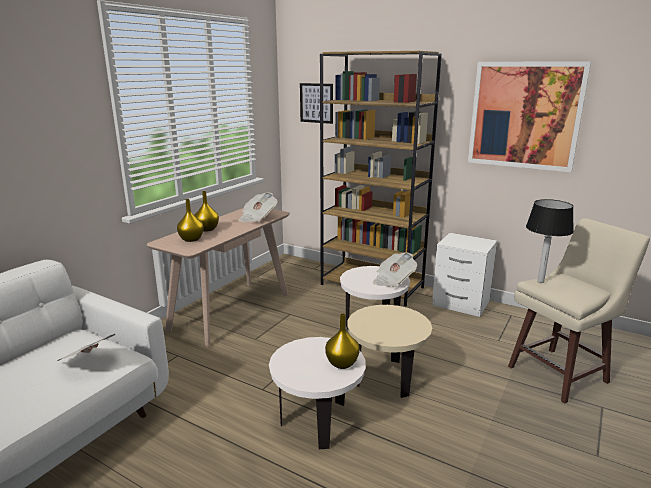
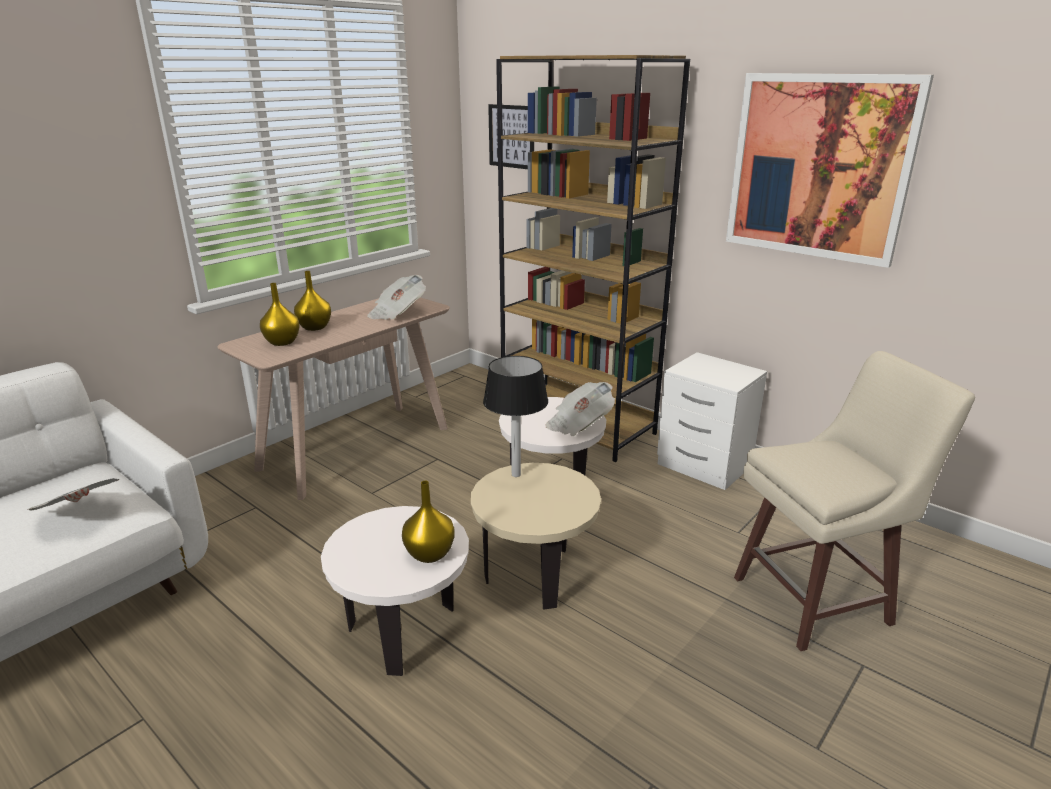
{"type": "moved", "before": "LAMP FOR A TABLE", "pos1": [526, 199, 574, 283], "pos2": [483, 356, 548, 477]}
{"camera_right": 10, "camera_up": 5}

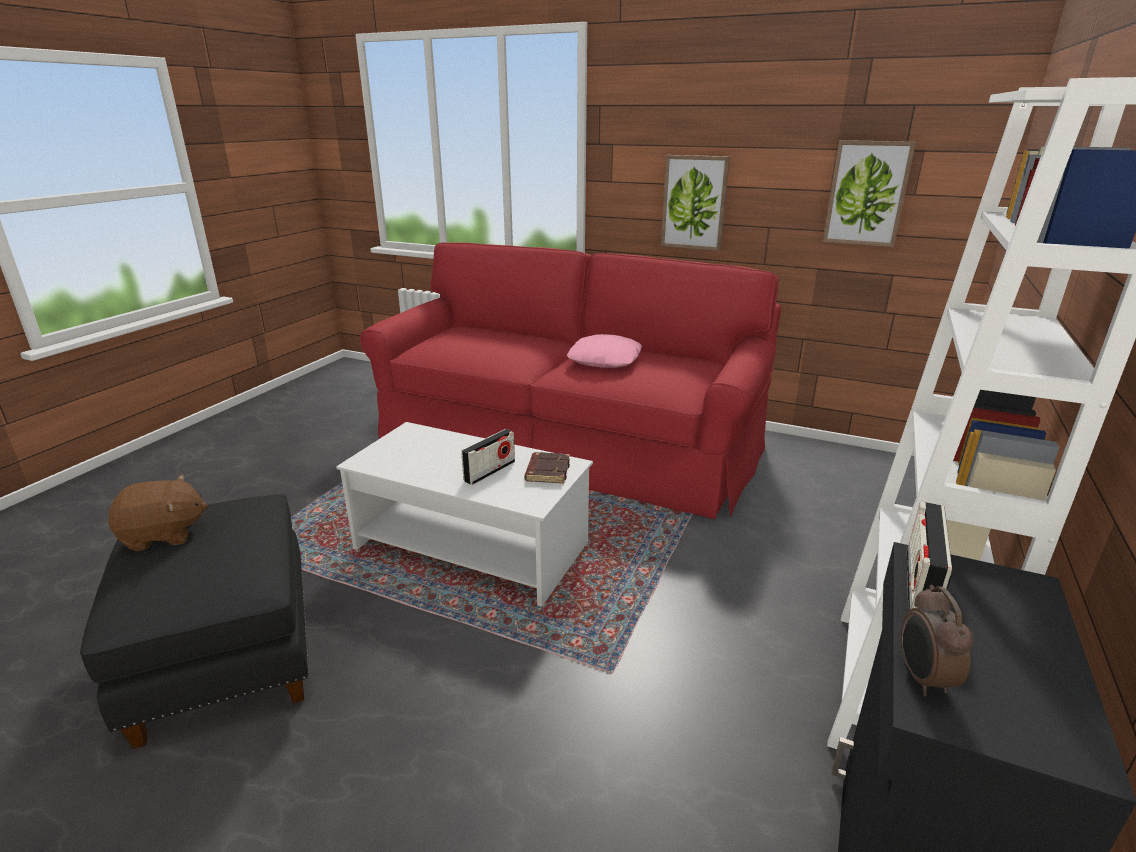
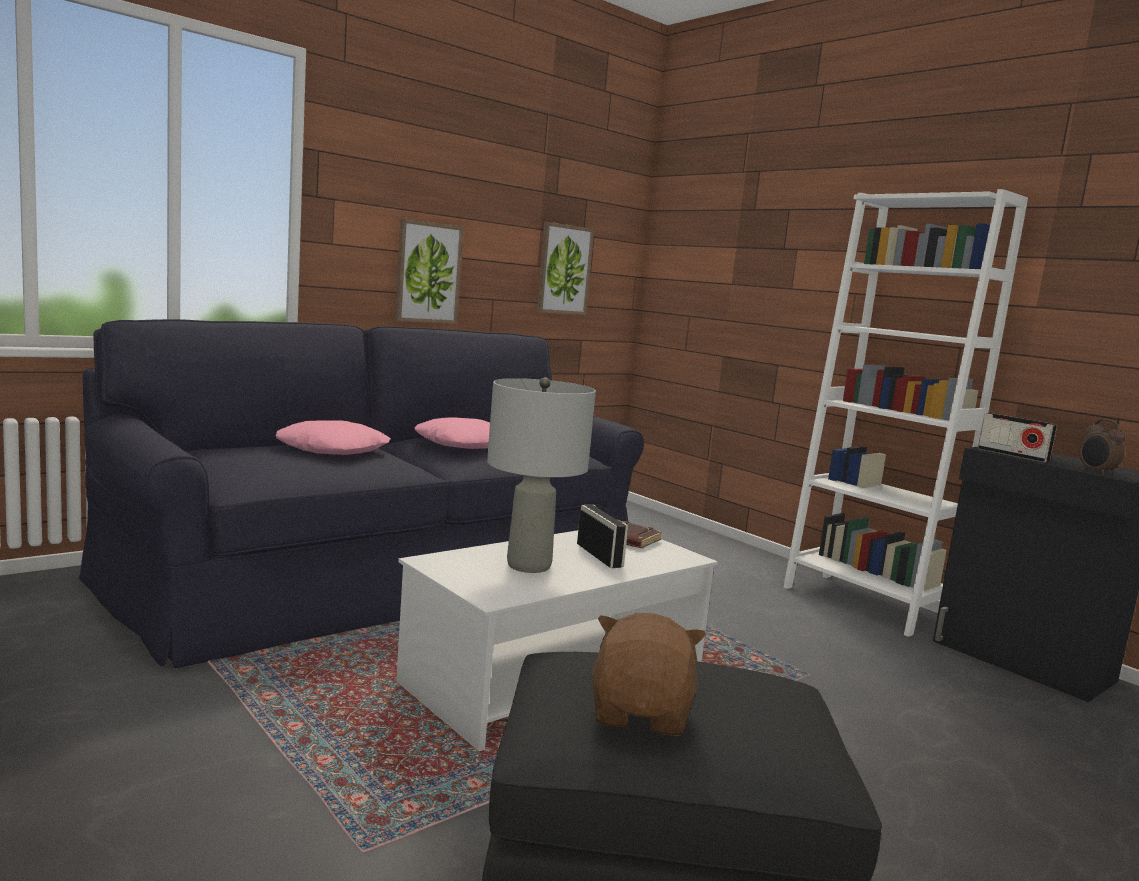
{"type": "added", "after": "PINKISH CUSHION", "pos2": [275, 421, 391, 455]}
{"type": "added", "after": "GRAY LAMP FOR A TABLE", "pos2": [487, 377, 596, 573]}
{"type": "recoloured", "before": "RED-COLOURED COUCH", "after": "BLACK COUCH", "pos1": [360, 242, 781, 519], "pos2": [79, 319, 644, 668]}
{"type": "turned", "before": "TABLE CLOCK", "pos1": [901, 585, 973, 696], "pos2": [1079, 419, 1125, 475], "turn": 45}
{"camera_right": -65, "camera_up": -15}

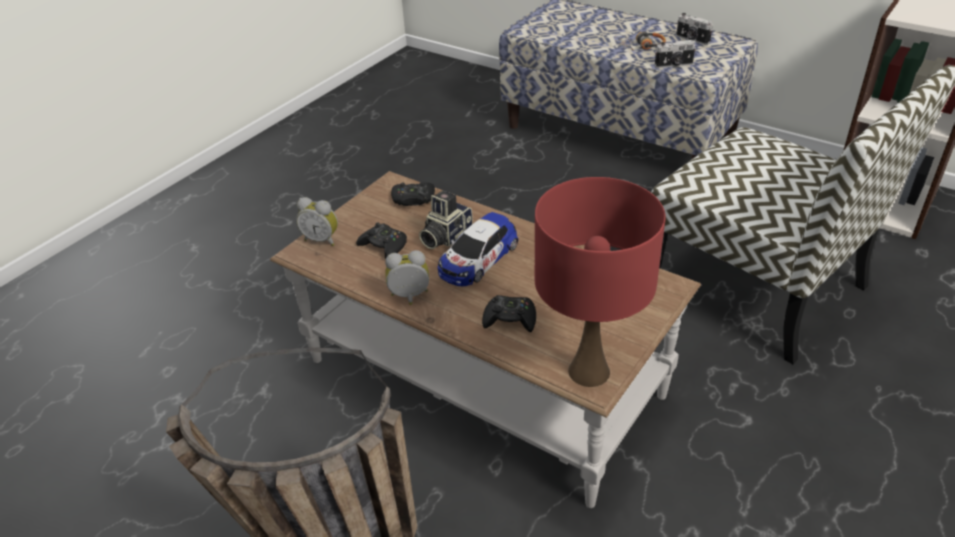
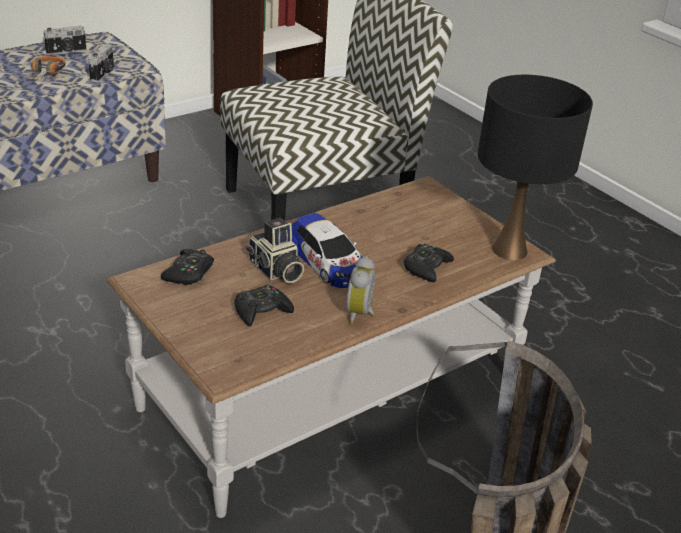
{"type": "removed", "before": "TABLE CLOCK", "pos1": [296, 197, 338, 246]}
{"type": "recoloured", "before": "RED-COLOURED LAMP FOR A TABLE", "after": "BLACK LAMP FOR A TABLE", "pos1": [535, 177, 666, 387], "pos2": [478, 75, 593, 260]}
{"camera_right": -75, "camera_up": -5}

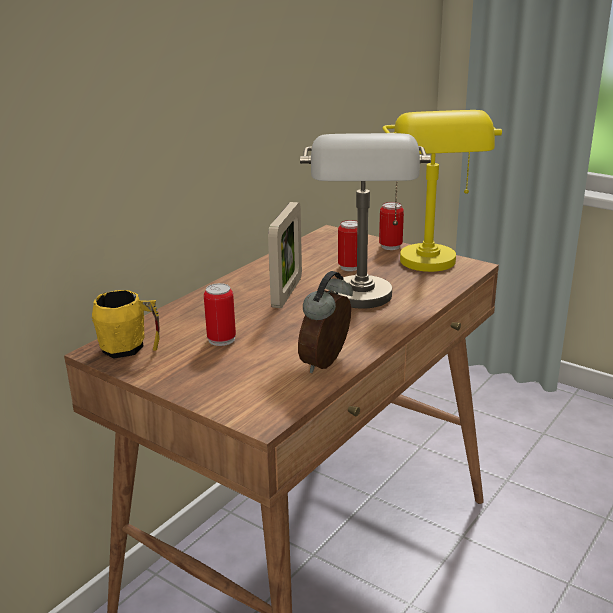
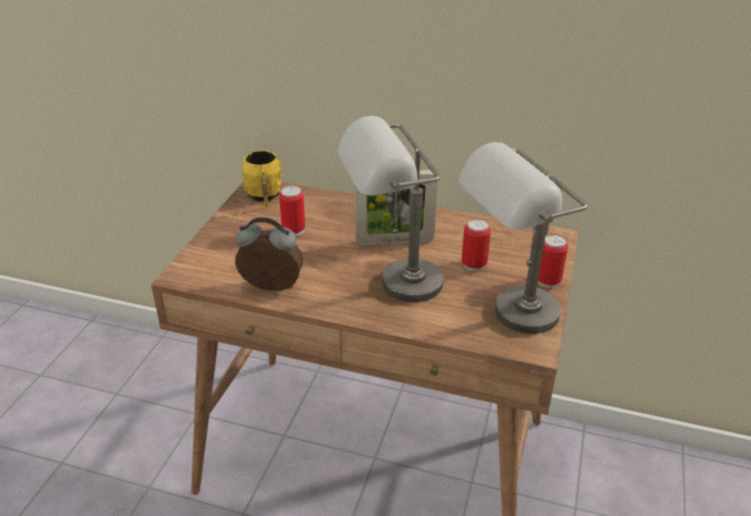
{"type": "recoloured", "before": "YELLOW-COLOURED LAMP FOR A TABLE", "after": "GRAY LAMP FOR A TABLE", "pos1": [382, 110, 502, 272], "pos2": [459, 142, 588, 334]}
{"camera_right": 70, "camera_up": 10}

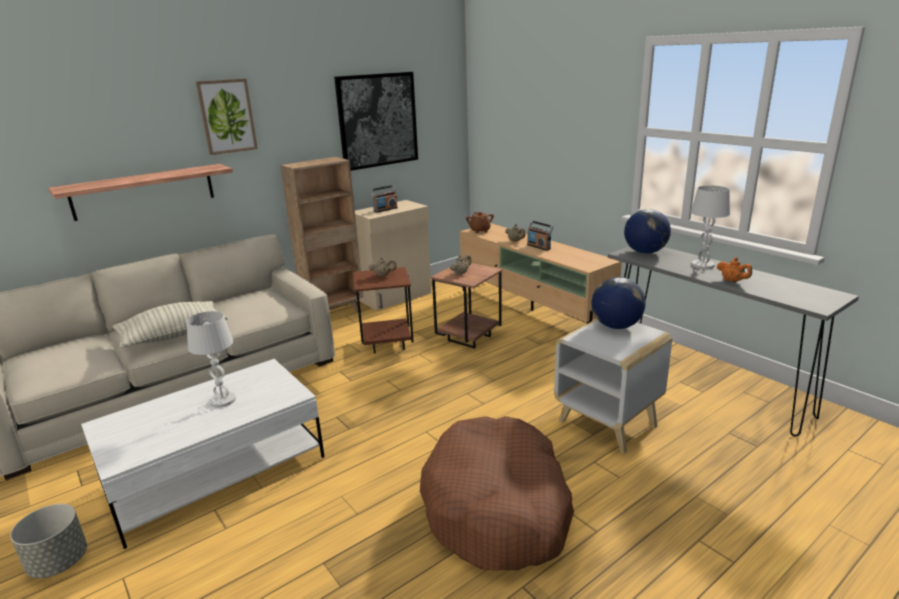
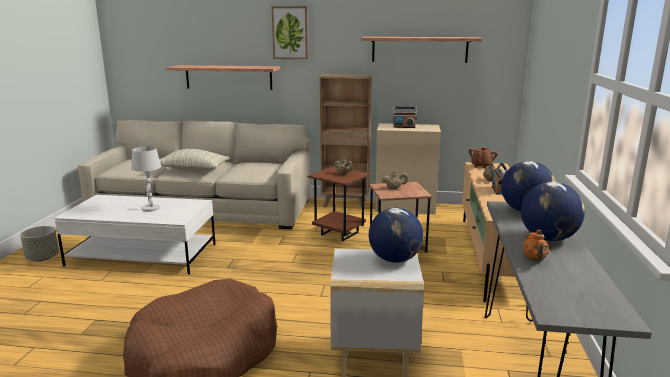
{"type": "replaced", "before": "PICTURE", "after": "WALL SHELF", "pos1": [334, 72, 418, 171], "pos2": [361, 37, 482, 63]}
{"type": "replaced", "before": "WHITE-COLOURED LAMP FOR A TABLE", "after": "WORLD GLOBE", "pos1": [691, 185, 730, 269], "pos2": [521, 182, 585, 241]}
{"camera_right": 45, "camera_up": -5}

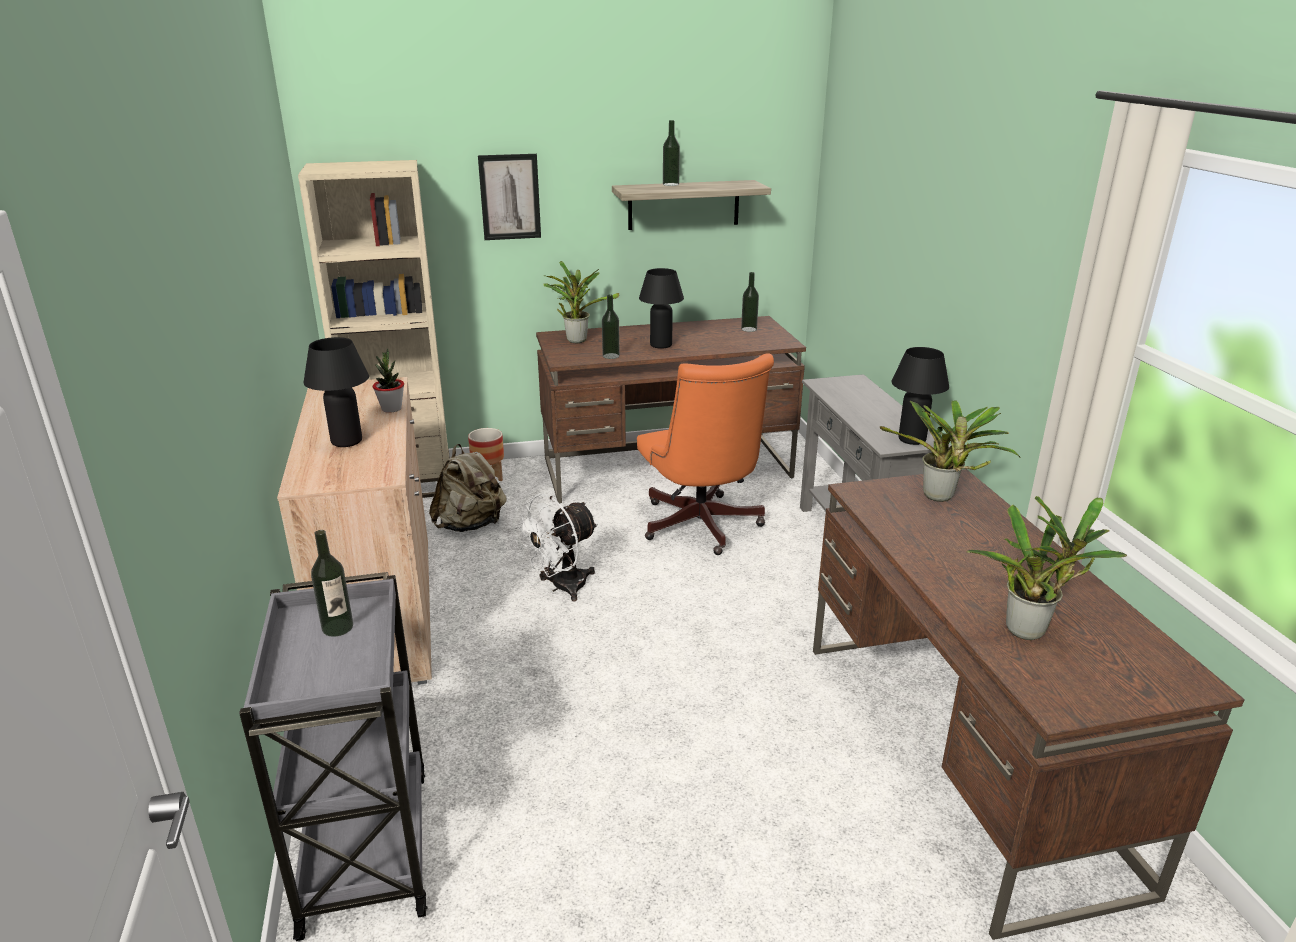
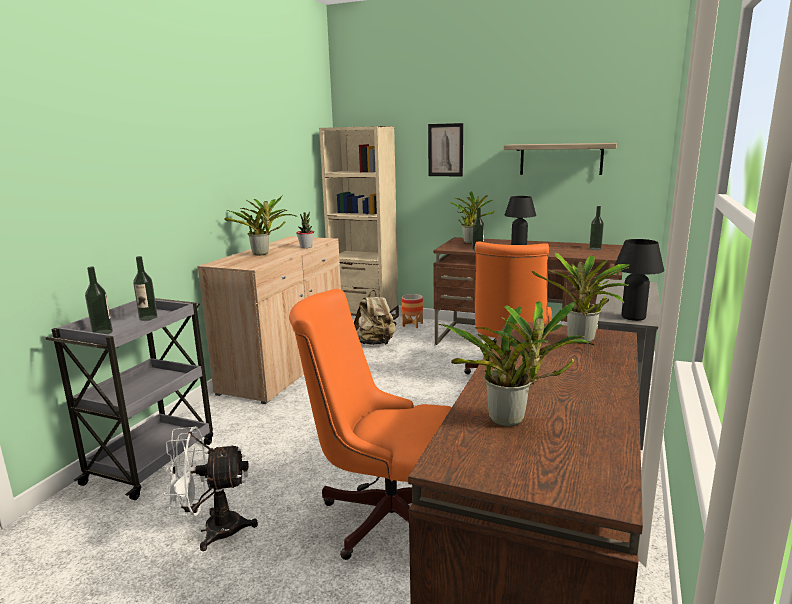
{"type": "added", "after": "ORANGEY DESK CHAIR", "pos2": [289, 289, 452, 560]}
{"type": "moved", "before": "WHITE-COLOURED COOLING FAN", "pos1": [513, 494, 598, 601], "pos2": [163, 426, 258, 551]}
{"type": "moved", "before": "BOTTLE", "pos1": [663, 120, 680, 186], "pos2": [85, 267, 113, 334]}
{"type": "replaced", "before": "BLACK LAMP FOR A TABLE", "after": "HOUSEPLANT", "pos1": [303, 337, 369, 447], "pos2": [224, 195, 297, 255]}
{"camera_right": 35, "camera_up": -10}

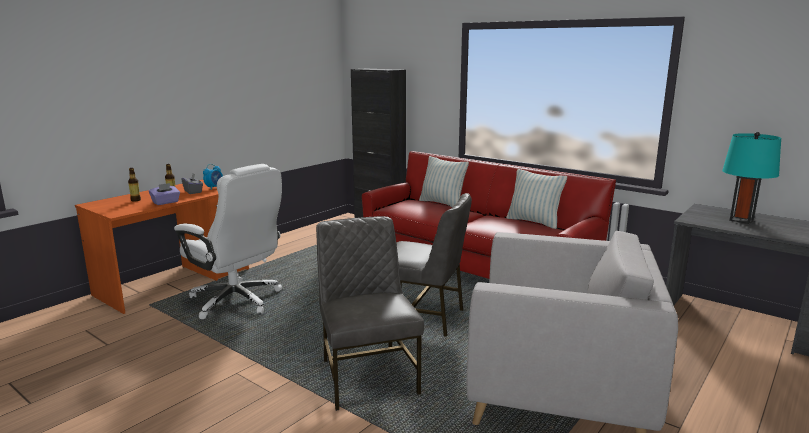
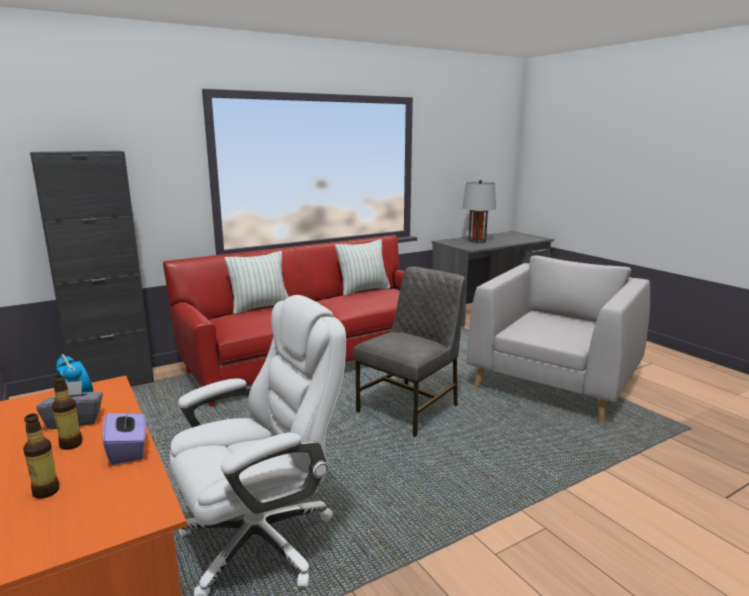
{"type": "removed", "before": "GRAY UPRIGHT CHAIR", "pos1": [316, 216, 424, 411]}
{"type": "recoloured", "before": "BLUE-GREEN LAMP FOR A TABLE", "after": "GRAY LAMP FOR A TABLE", "pos1": [722, 132, 781, 224], "pos2": [462, 180, 496, 243]}
{"camera_right": -70, "camera_up": 0}

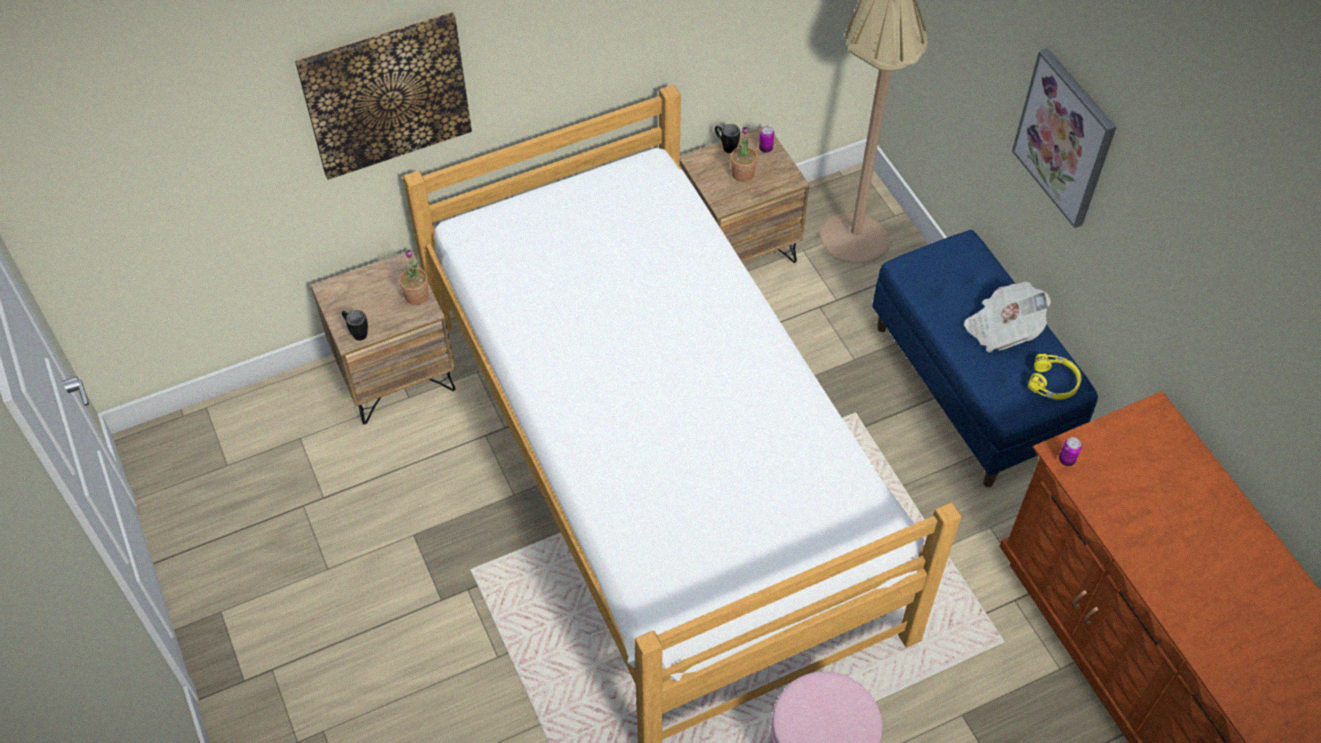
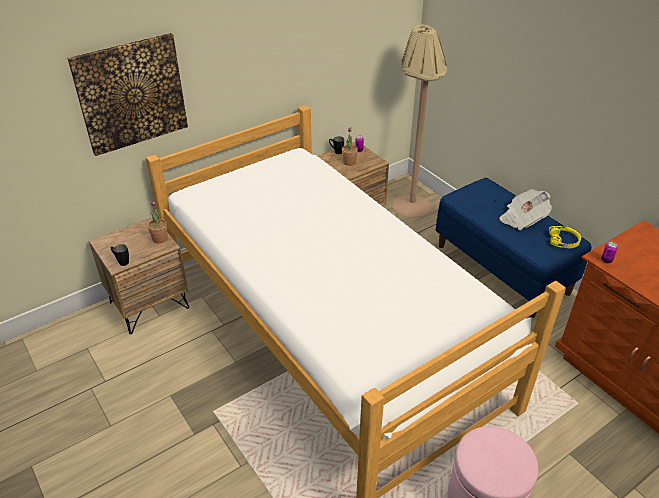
{"type": "removed", "before": "PICTURE", "pos1": [1012, 48, 1116, 228]}
{"camera_right": -10, "camera_up": -15}

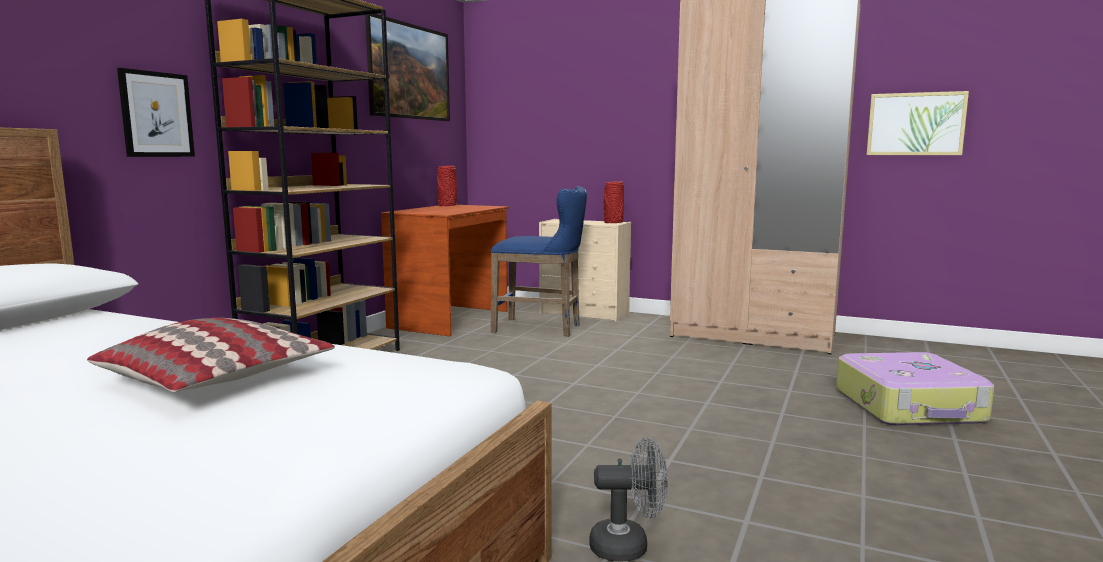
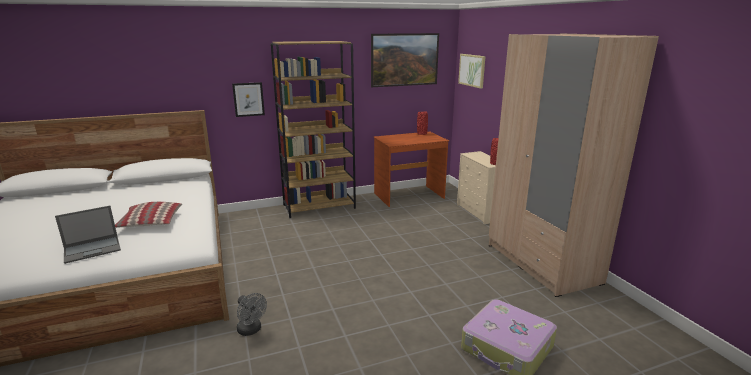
{"type": "removed", "before": "BLUE STOOL SEAT", "pos1": [491, 186, 587, 337]}
{"type": "added", "after": "PORTABLE COMPUTER", "pos2": [55, 206, 121, 264]}
{"type": "moved", "before": "PICTURE", "pos1": [867, 91, 969, 155], "pos2": [458, 54, 486, 89]}
{"camera_right": 45, "camera_up": 10}

